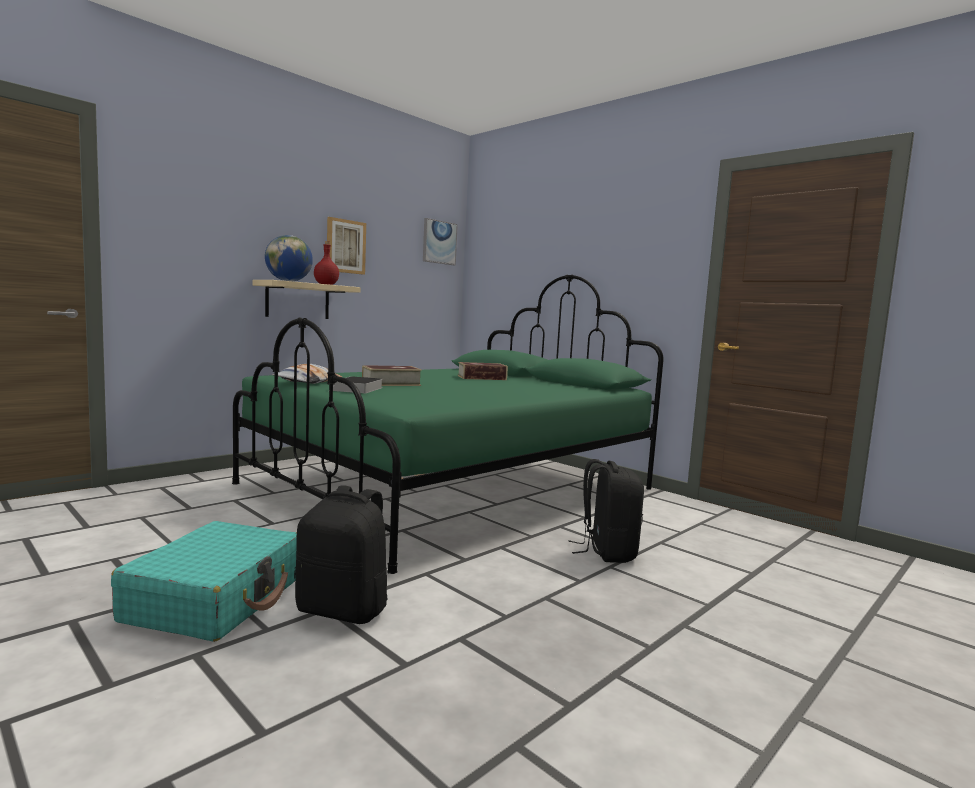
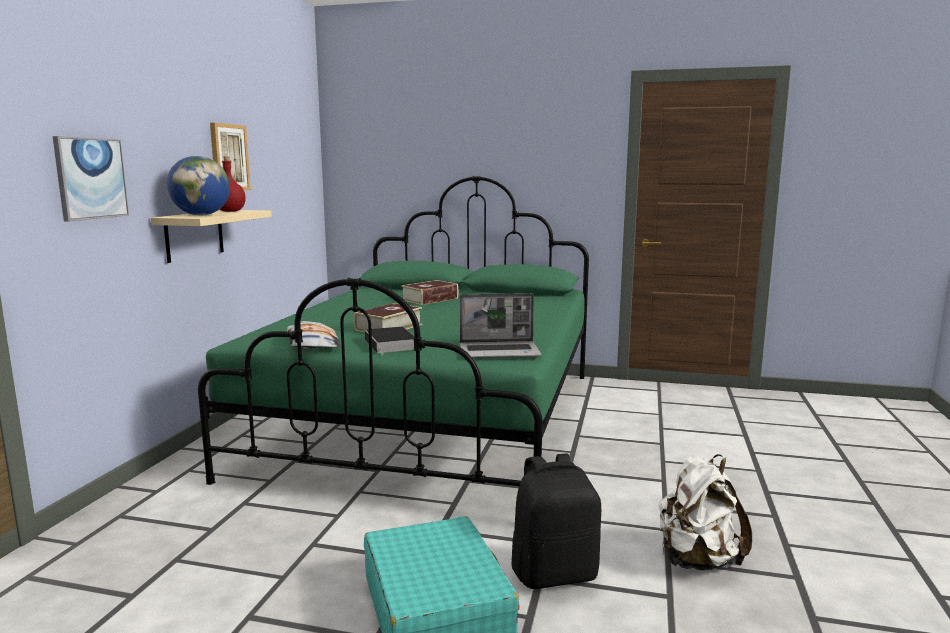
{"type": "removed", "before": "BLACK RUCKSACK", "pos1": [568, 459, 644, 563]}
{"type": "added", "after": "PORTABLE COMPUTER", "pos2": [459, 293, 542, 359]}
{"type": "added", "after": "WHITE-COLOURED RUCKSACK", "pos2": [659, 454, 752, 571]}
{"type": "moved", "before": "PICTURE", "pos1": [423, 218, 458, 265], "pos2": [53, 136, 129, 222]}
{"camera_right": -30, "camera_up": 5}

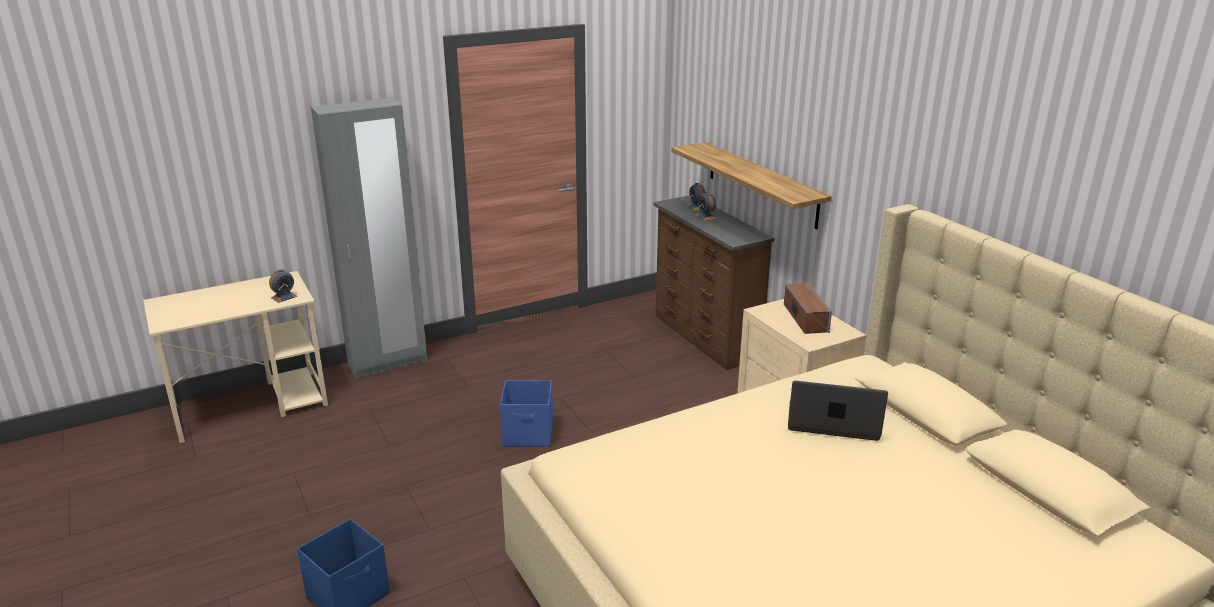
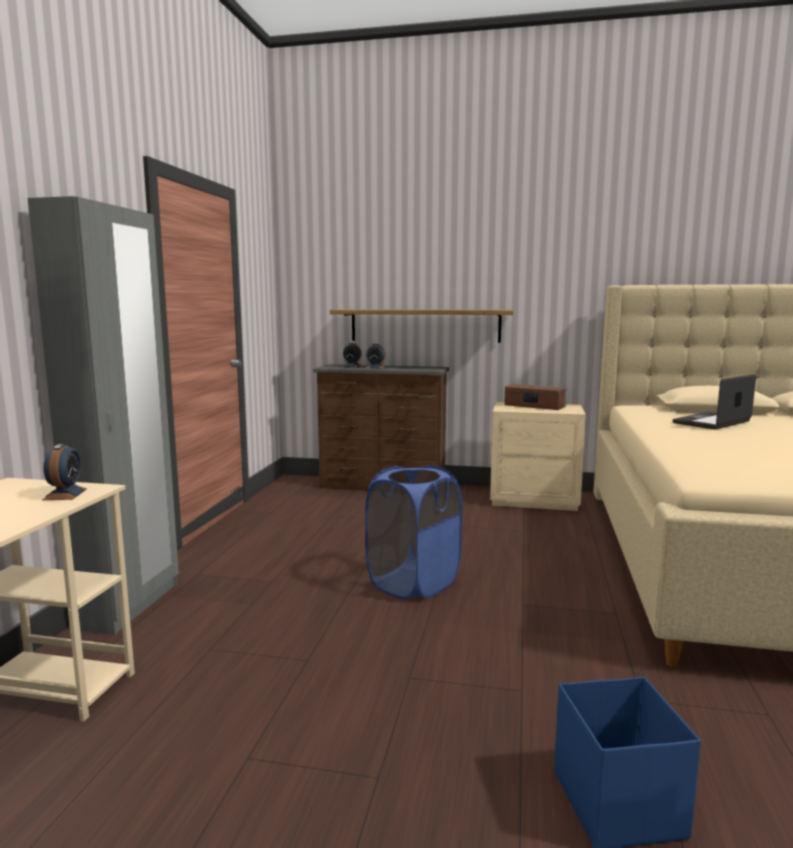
{"type": "replaced", "before": "BLUE STORAGE CONTAINER", "after": "BLUE HAMPER", "pos1": [500, 380, 553, 447], "pos2": [365, 465, 462, 599]}
{"camera_right": -50, "camera_up": -15}

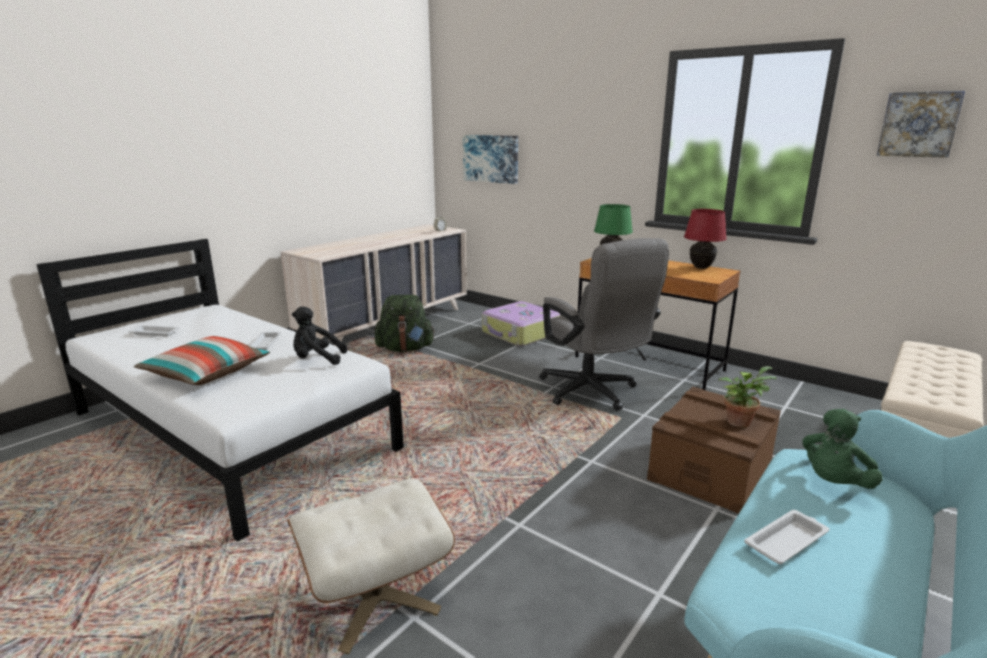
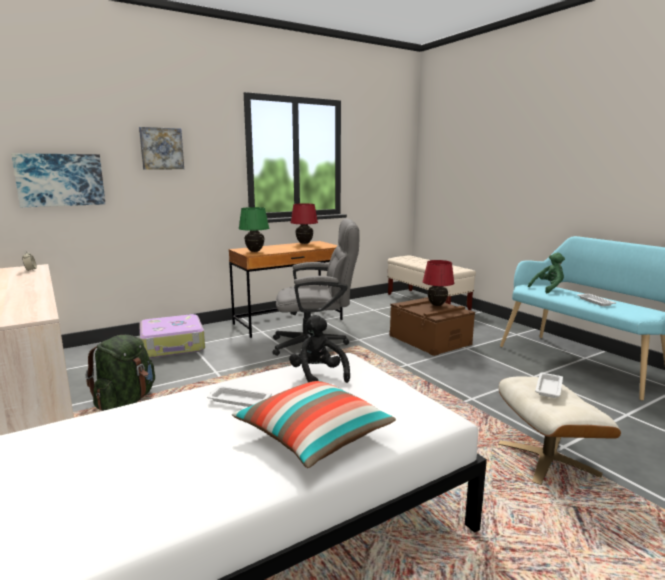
{"type": "moved", "before": "WHITE-COLOURED SERVING TRAY", "pos1": [128, 325, 180, 337], "pos2": [535, 373, 563, 398]}
{"type": "moved", "before": "PICTURE", "pos1": [877, 91, 965, 158], "pos2": [139, 127, 184, 169]}
{"type": "replaced", "before": "HOUSEPLANT", "after": "RED-COLOURED LAMP FOR A TABLE", "pos1": [718, 366, 776, 428], "pos2": [423, 260, 454, 306]}
{"type": "turned", "before": "BLACK SOFT TOY", "pos1": [292, 307, 347, 365], "pos2": [289, 315, 350, 383], "turn": 135}
{"type": "turned", "before": "GREENISH SOFT TOY", "pos1": [802, 409, 883, 489], "pos2": [528, 252, 565, 293], "turn": -90}
{"camera_right": -70, "camera_up": -5}

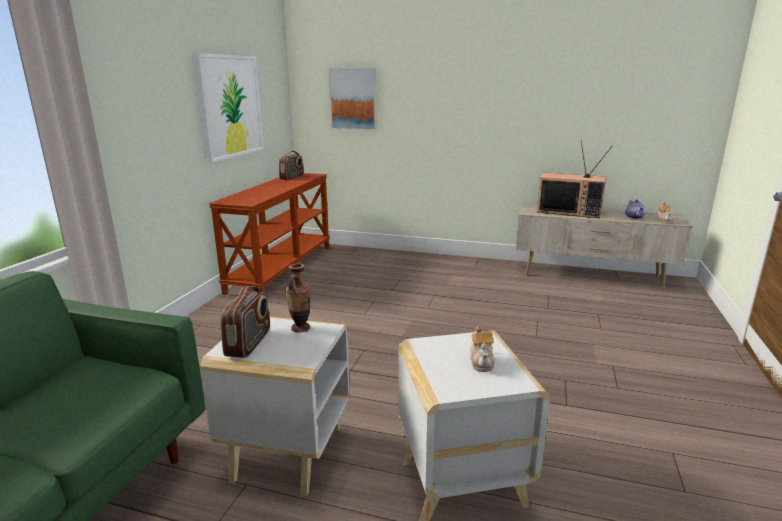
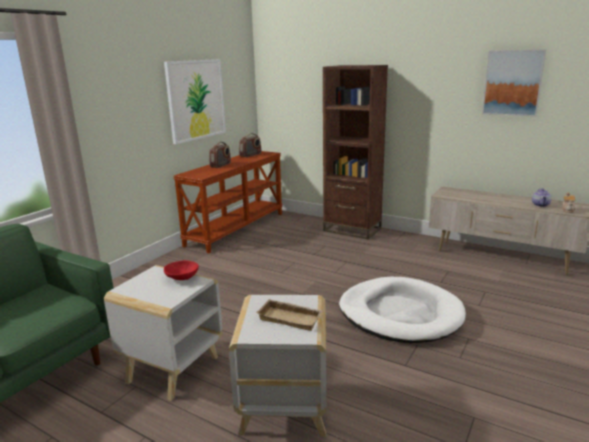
{"type": "removed", "before": "TELEVISION", "pos1": [537, 140, 612, 218]}
{"type": "added", "after": "BROWNISH BOOKSHELF", "pos2": [323, 65, 388, 239]}
{"type": "added", "after": "WHITE-COLOURED PET BED", "pos2": [339, 277, 466, 343]}
{"type": "moved", "before": "RADIO RECEIVER", "pos1": [221, 286, 270, 358], "pos2": [209, 142, 231, 168]}
{"type": "moved", "before": "PICTURE", "pos1": [329, 68, 377, 131], "pos2": [482, 49, 546, 117]}
{"type": "replaced", "before": "VASE", "after": "RED-COLOURED BOWL", "pos1": [285, 263, 311, 333], "pos2": [164, 260, 199, 280]}
{"type": "replaced", "before": "TEAPOT", "after": "SAND-COLOURED SERVING TRAY", "pos1": [470, 325, 495, 372], "pos2": [256, 299, 323, 331]}
{"camera_right": 15, "camera_up": 0}

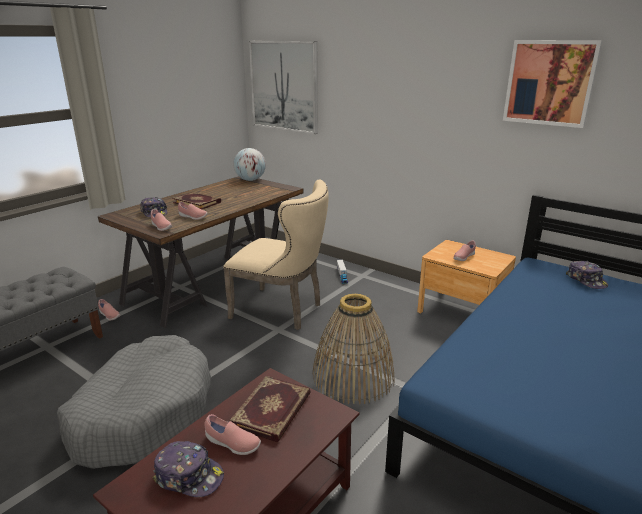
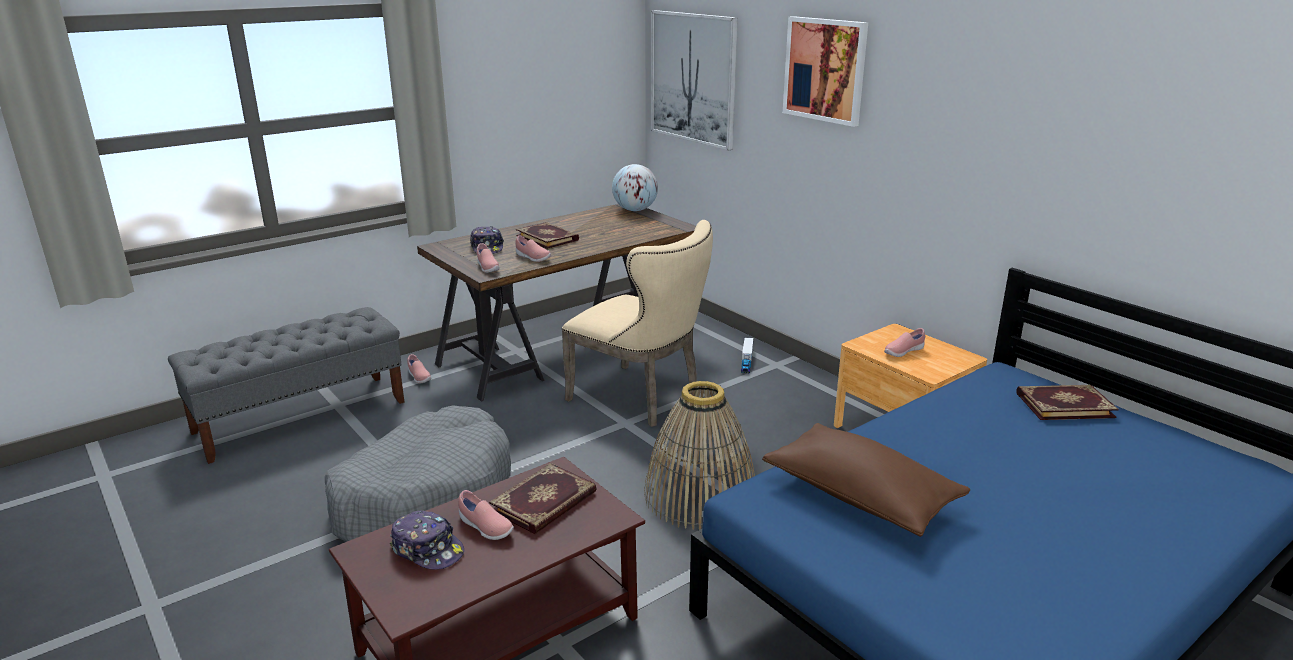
{"type": "added", "after": "BROWNISH CUSHION", "pos2": [762, 423, 970, 537]}
{"type": "moved", "before": "PICTURE", "pos1": [503, 40, 603, 128], "pos2": [783, 16, 868, 127]}
{"type": "replaced", "before": "PEAKED CAP", "after": "BOUND BOOK", "pos1": [566, 261, 608, 289], "pos2": [1016, 385, 1119, 420]}
{"camera_right": 15, "camera_up": 0}

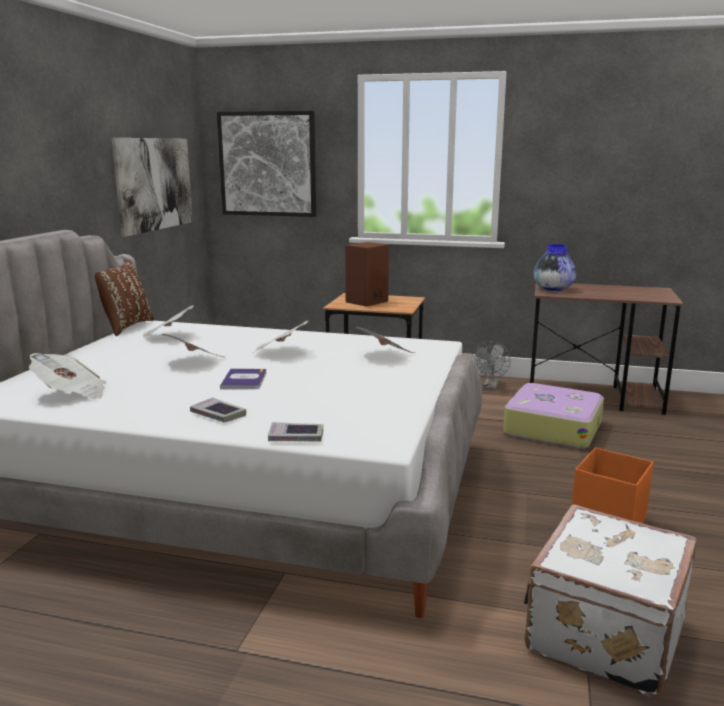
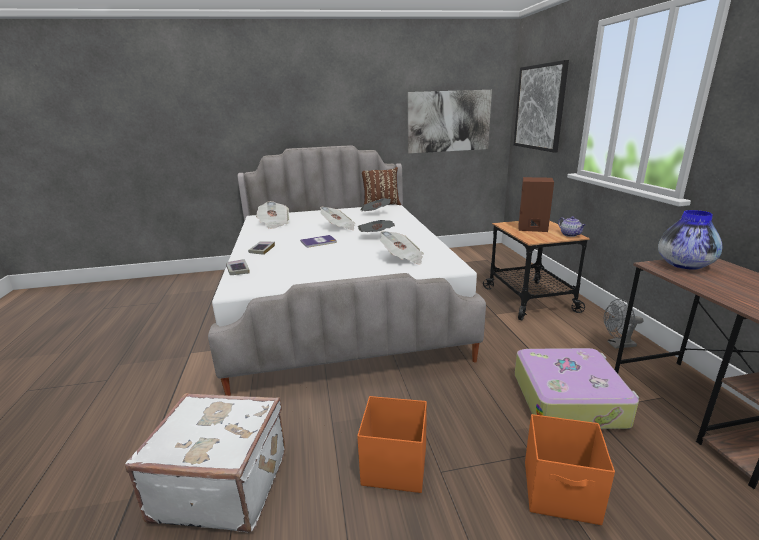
{"type": "added", "after": "ORANGEY STORAGE CONTAINER", "pos2": [525, 414, 615, 525]}
{"type": "added", "after": "TEAPOT", "pos2": [558, 216, 586, 237]}
{"camera_right": 65, "camera_up": 5}

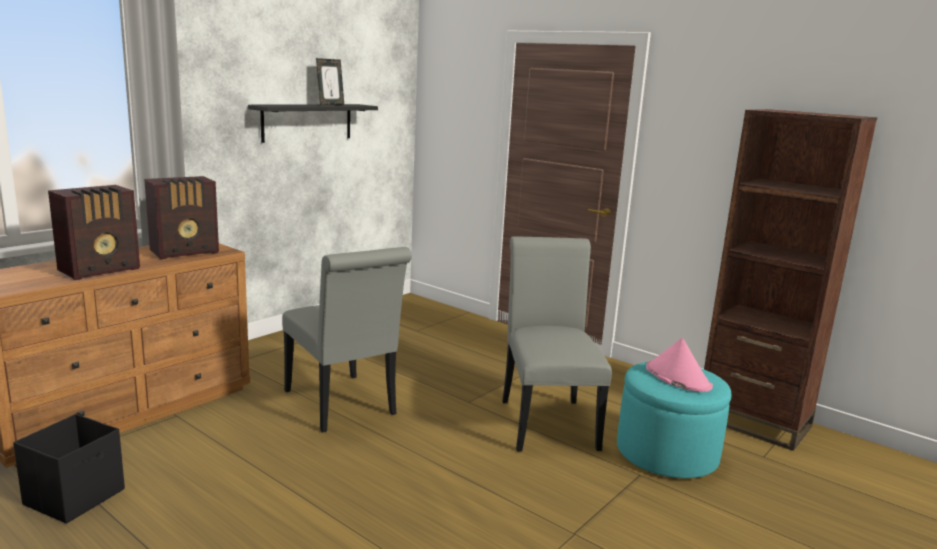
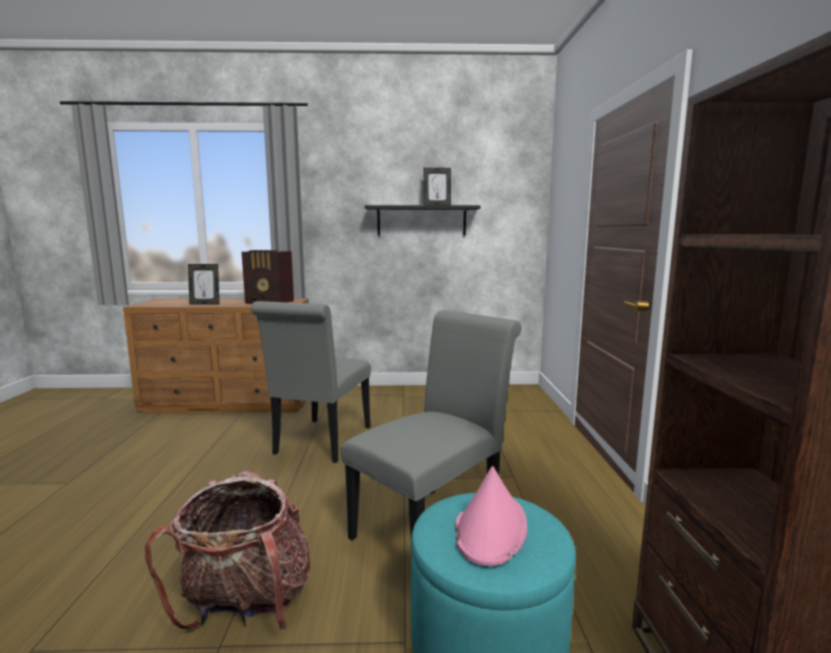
{"type": "removed", "before": "BLACK STORAGE CONTAINER", "pos1": [13, 414, 125, 524]}
{"type": "added", "after": "RUCKSACK", "pos2": [145, 471, 311, 630]}
{"type": "replaced", "before": "RADIO RECEIVER", "after": "PICTURE FRAME", "pos1": [48, 185, 140, 280], "pos2": [188, 264, 219, 304]}
{"camera_right": 50, "camera_up": -5}

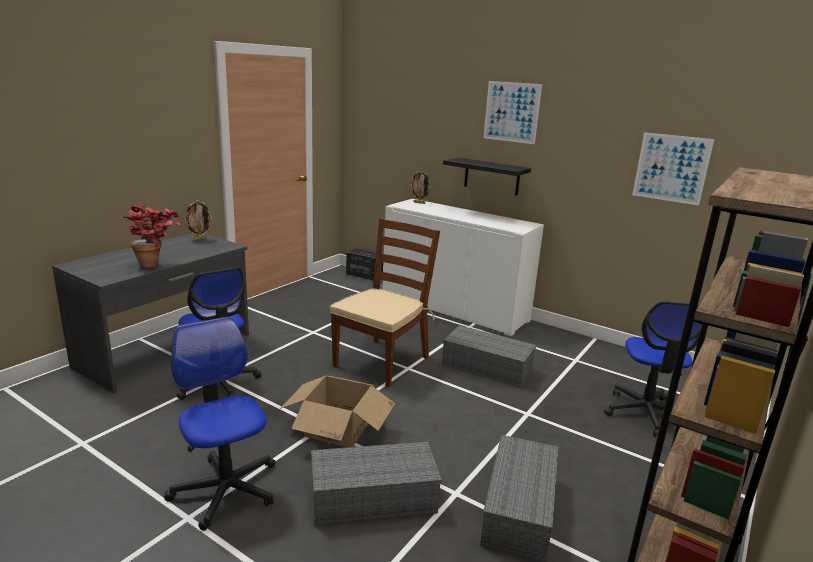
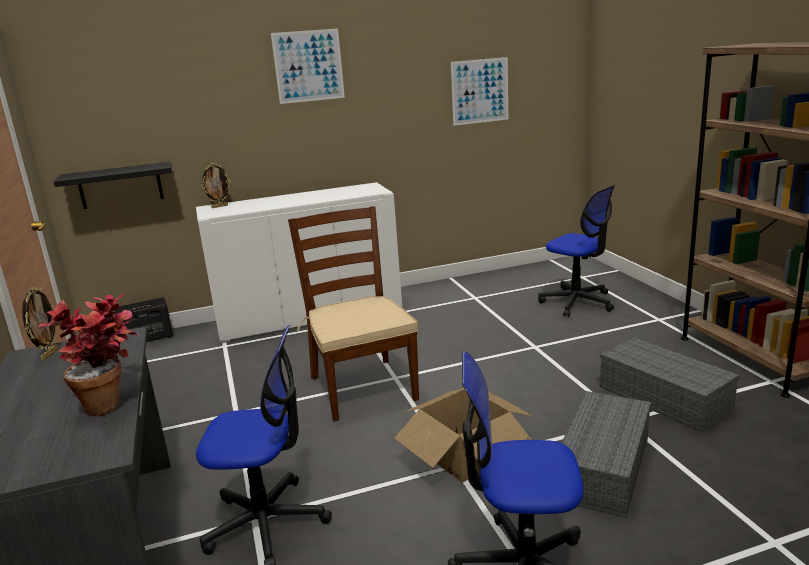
{"type": "removed", "before": "GRAY STORAGE CONTAINER", "pos1": [442, 325, 536, 387]}
{"type": "moved", "before": "BLACK WALL SHELF", "pos1": [443, 158, 531, 196], "pos2": [54, 162, 172, 209]}
{"camera_right": -50, "camera_up": 0}

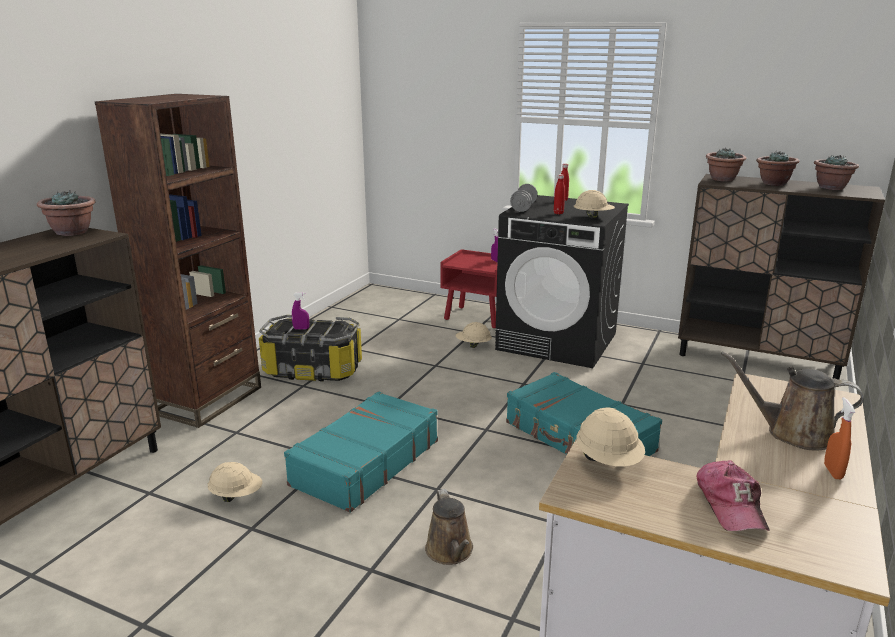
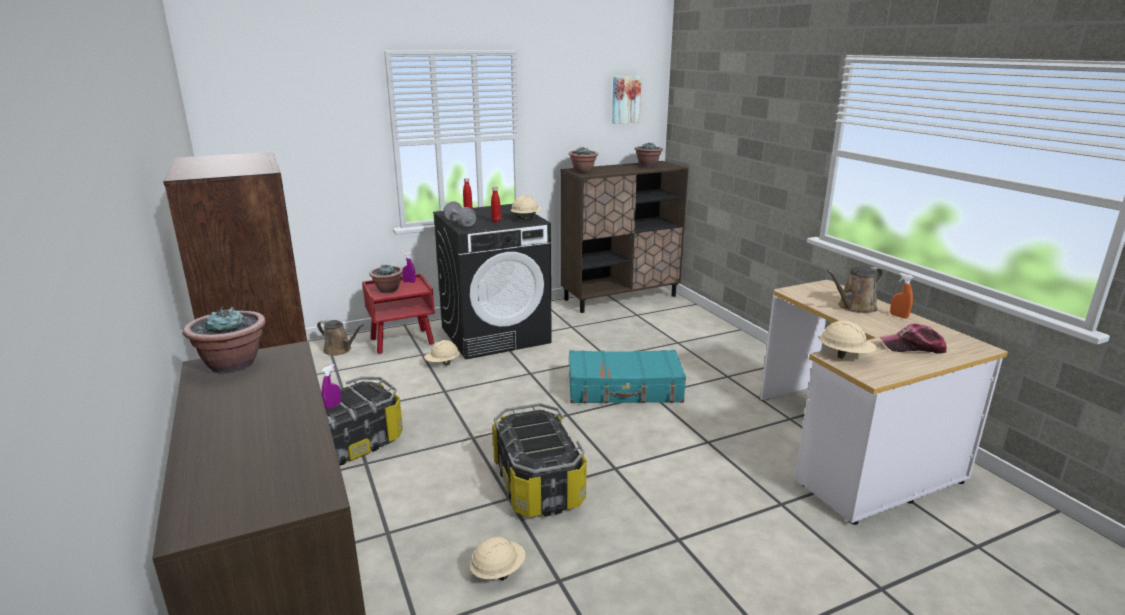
{"type": "added", "after": "PICTURE", "pos2": [612, 76, 642, 124]}
{"type": "moved", "before": "BROWNISH WATERING POT", "pos1": [425, 489, 473, 565], "pos2": [317, 320, 364, 356]}
{"type": "moved", "before": "HOUSEPLANT", "pos1": [756, 152, 800, 186], "pos2": [369, 264, 403, 293]}
{"type": "replaced", "before": "BLUE-GREEN SUITCASE", "after": "STORAGE CONTAINER", "pos1": [284, 391, 438, 513], "pos2": [492, 403, 587, 517]}
{"type": "turned", "before": "PEAKED CAP", "pos1": [696, 460, 769, 531], "pos2": [880, 324, 947, 354], "turn": 150}
{"camera_right": -50, "camera_up": 0}

